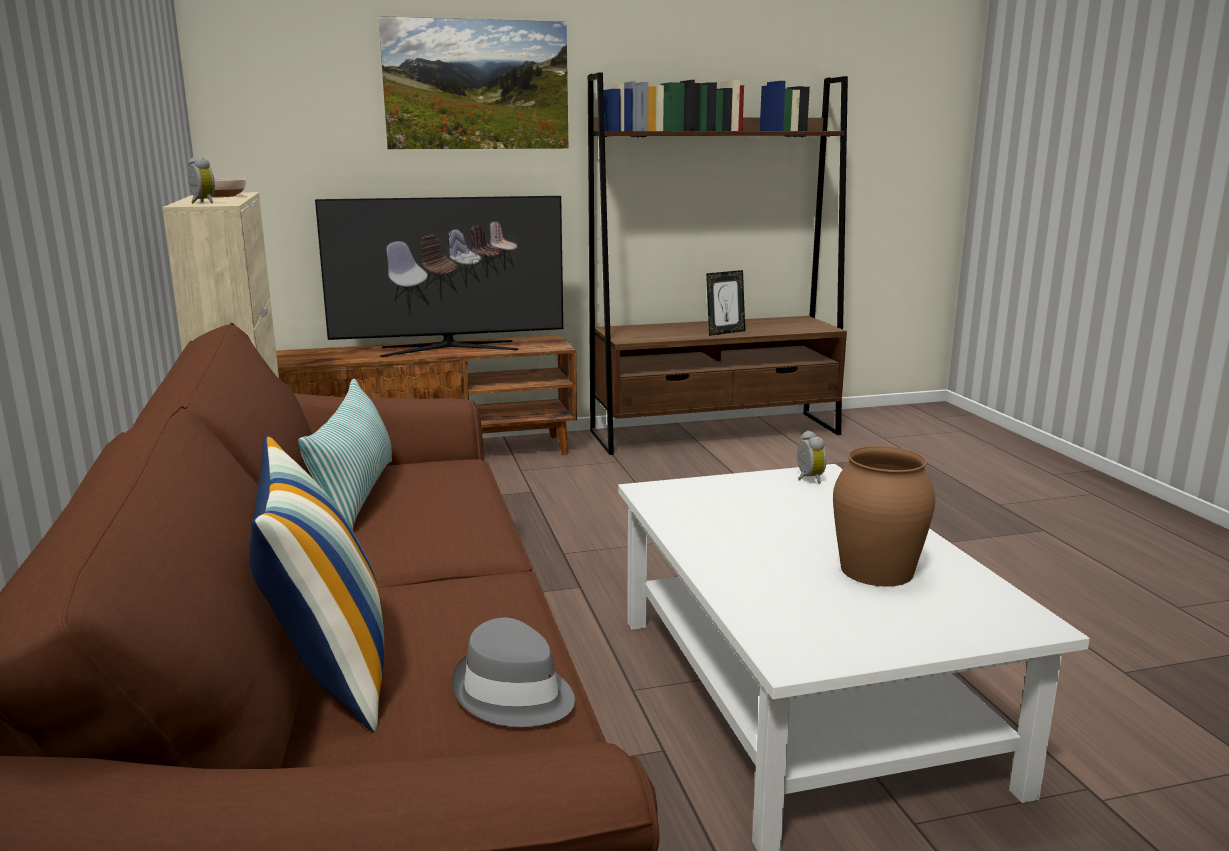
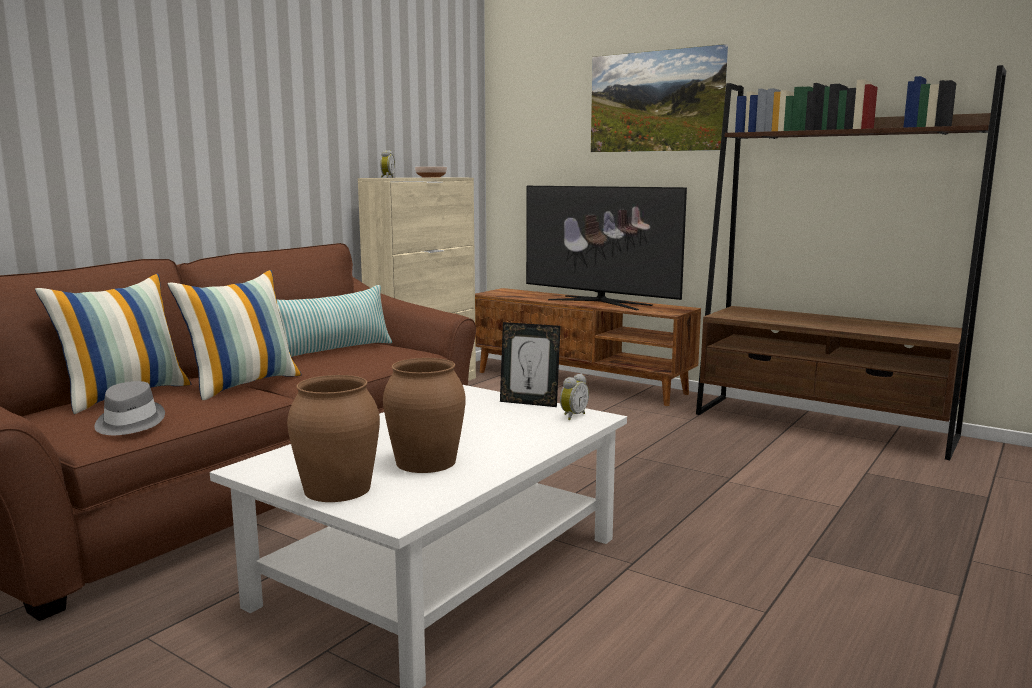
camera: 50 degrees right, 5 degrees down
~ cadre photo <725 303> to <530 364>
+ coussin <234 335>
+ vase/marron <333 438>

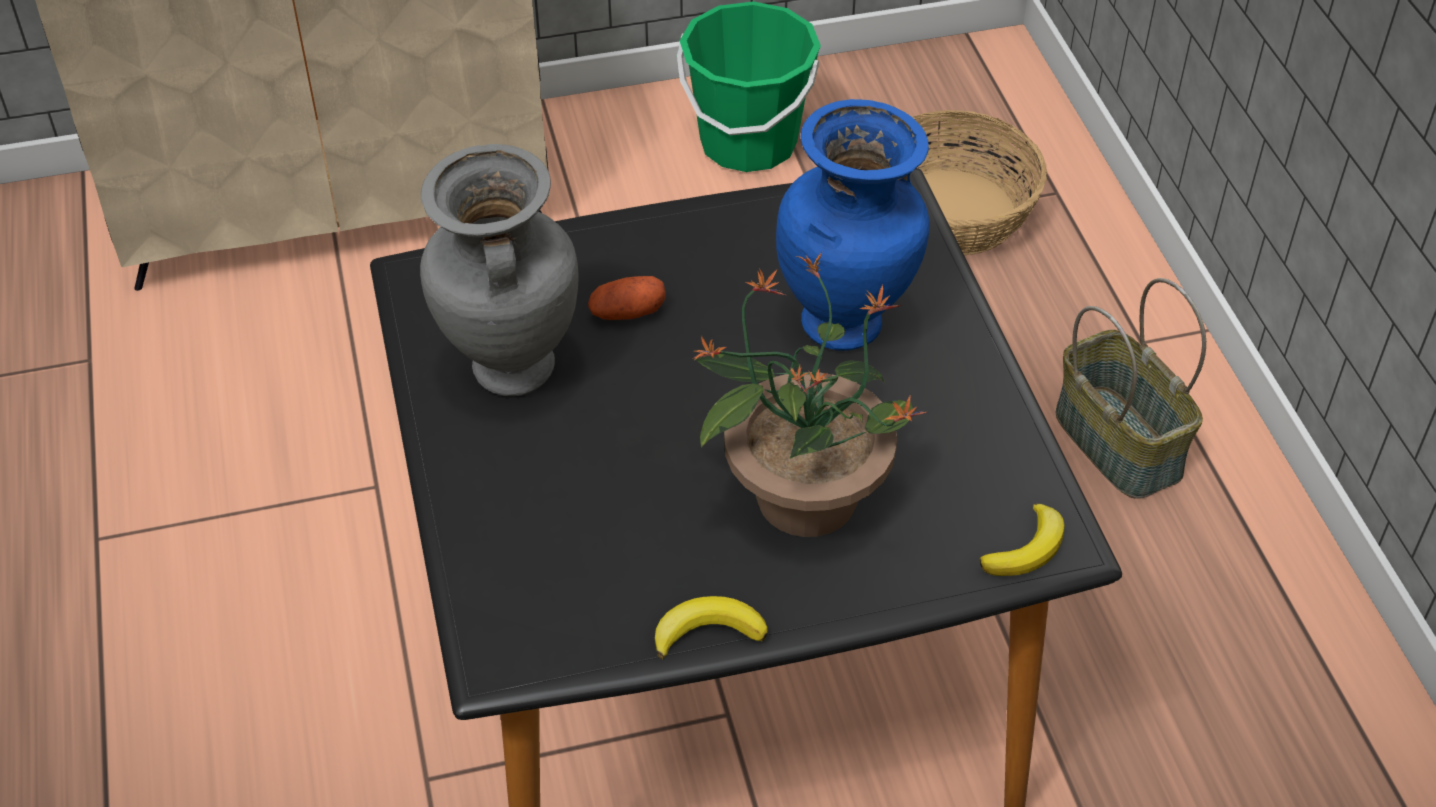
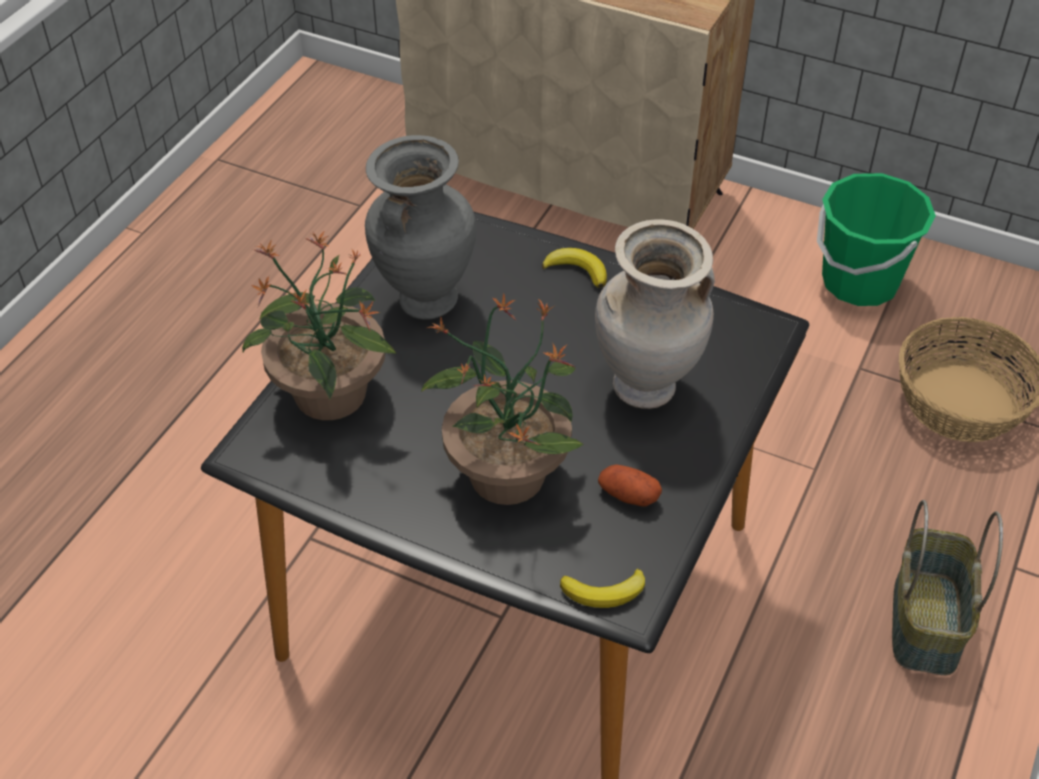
camera: 40 degrees right, 0 degrees up
~ pomme de terre <627 298> to <630 485>
~ banane <711 627> to <574 268>
~ vase/bleu <852 225> to vase/beige <655 314>
+ plante en pot <319 326>

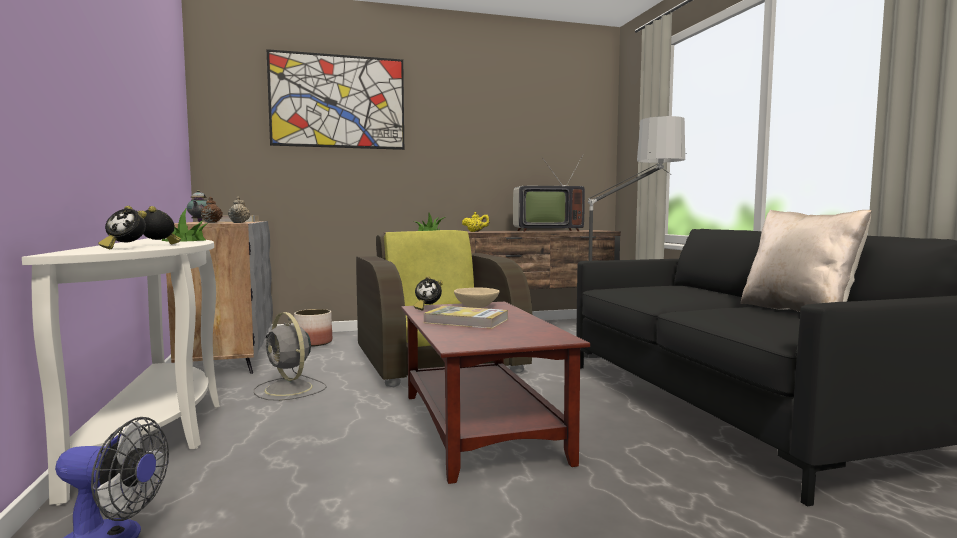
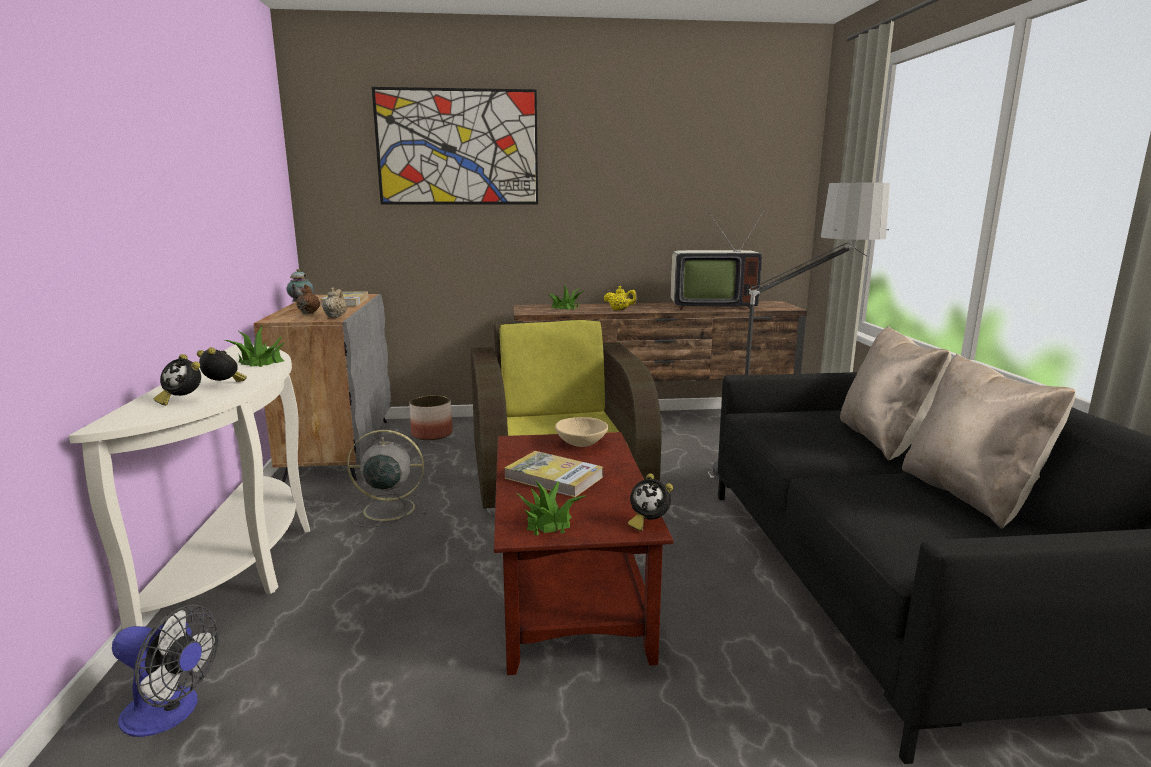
camera: 10 degrees right, 10 degrees up
~ ventilateur/gris <290 356> = <387 479> 120 degrees clockwise
~ réveil <428 293> to <650 502>
+ plante en pot <551 507>
+ coussin/beige <895 393>

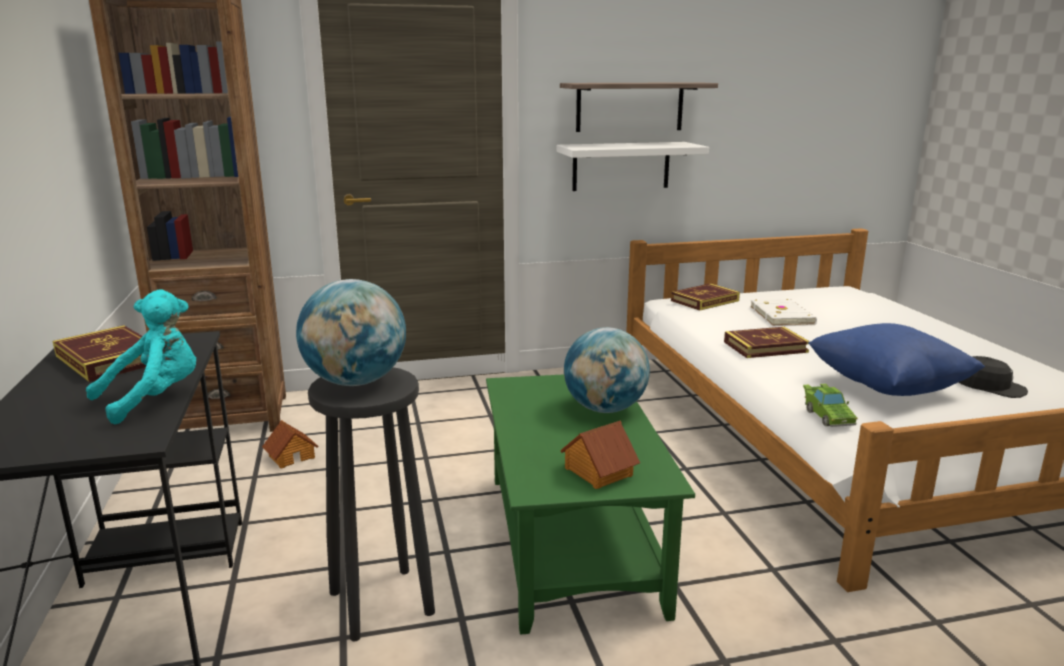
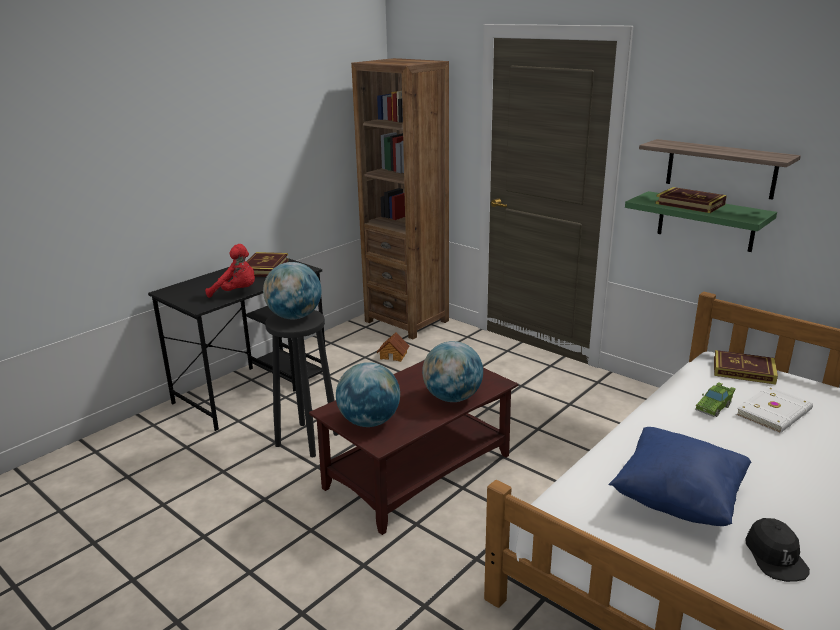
camera: 55 degrees right, 5 degrees up
~ peluche/turquoise <141 357> to peluche/rouge <230 271>
~ table basse/vert <590 504> to table basse/marron <413 448>
~ étagère/blanc <632 166> to étagère/vert <701 221>
~ maison miniature <600 454> to globe <368 394>
~ livre <767 342> to <691 200>
~ petite voiture/vert <830 405> to <715 399>

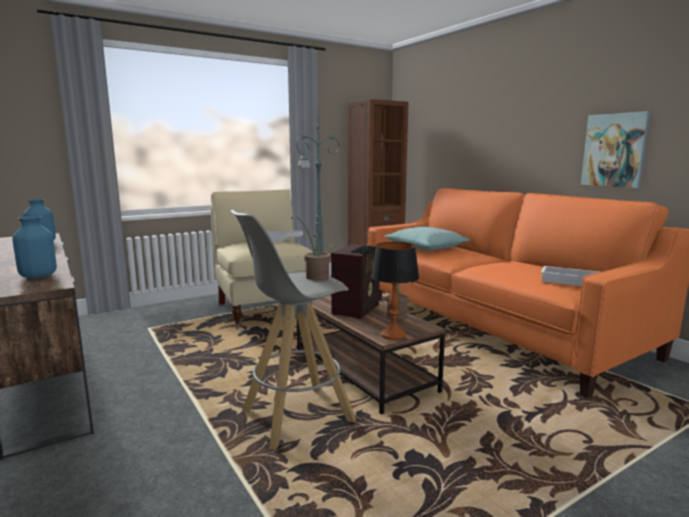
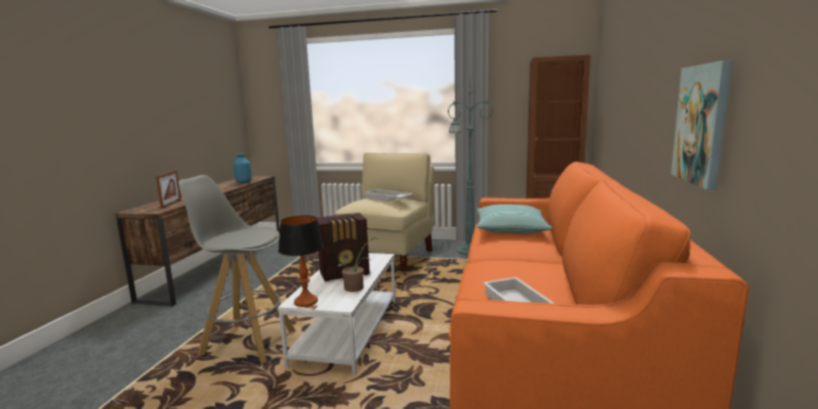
camera: 45 degrees right, 0 degrees up
~ vase/bleu <34 247> to cadre photo <168 189>
- plante en pot <313 248>
~ table basse/marron <371 355> to table basse/blanc <336 314>

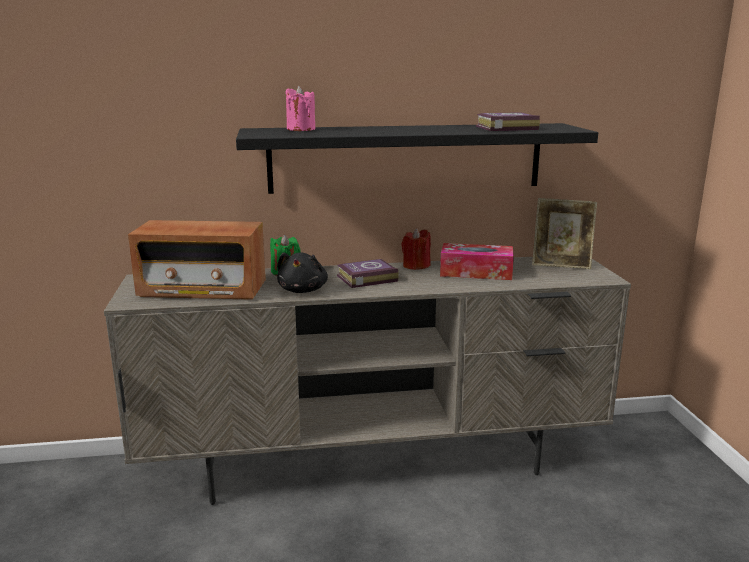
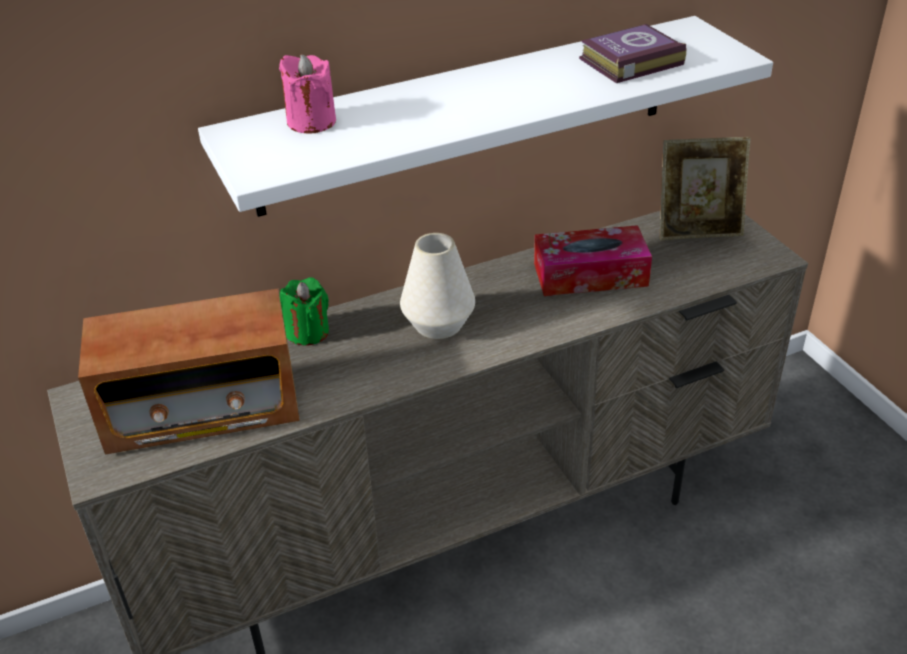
camera: 15 degrees left, 20 degrees up
~ étagère/noir <417 158> to étagère/blanc <485 116>
- peluche/noir <302 272>
~ livre <368 273> to vase/blanc <437 286>
- bougie/rouge <416 249>

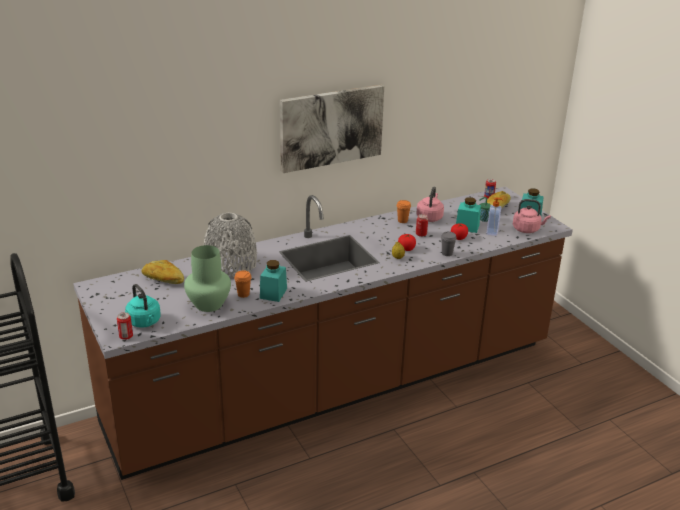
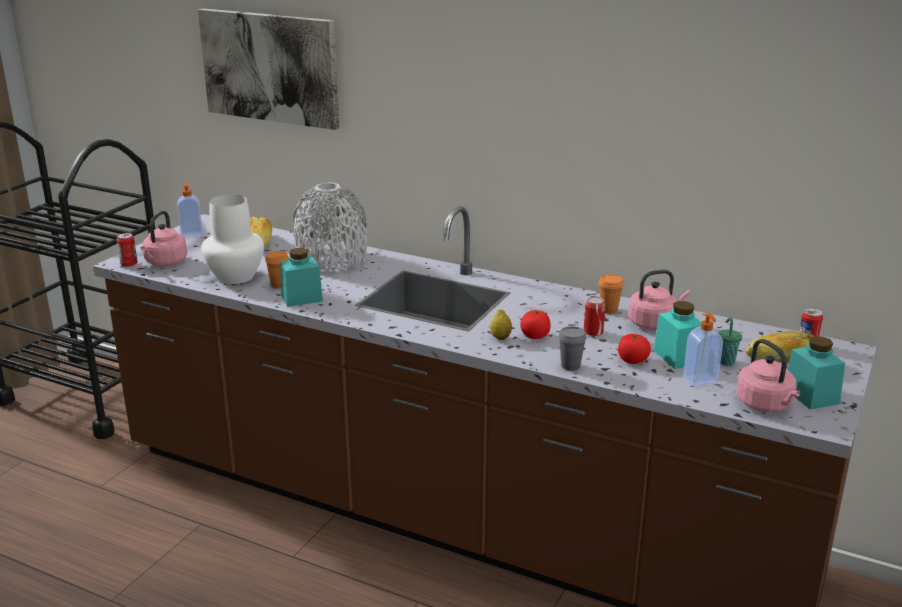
camera: 55 degrees right, 5 degrees down
~ bouilloire/turquoise <143 306> to bouilloire/rose <163 238>
~ vase/vert <207 278> to vase/blanc <232 239>
~ tableau <332 129> to <268 69>
+ distributeur de savon <190 210>

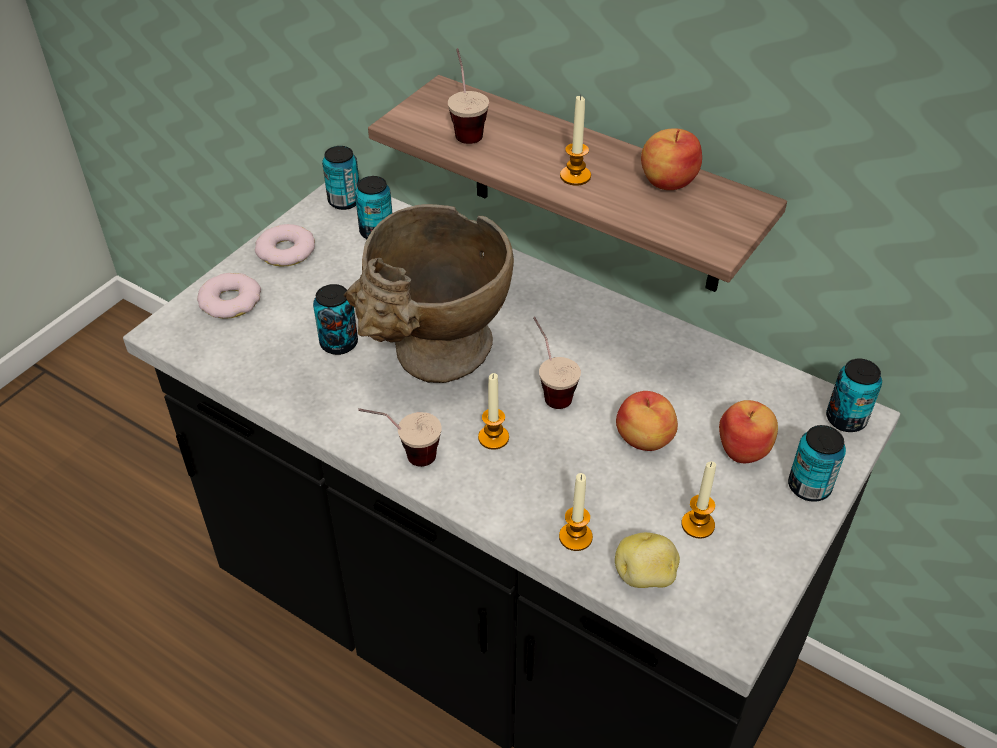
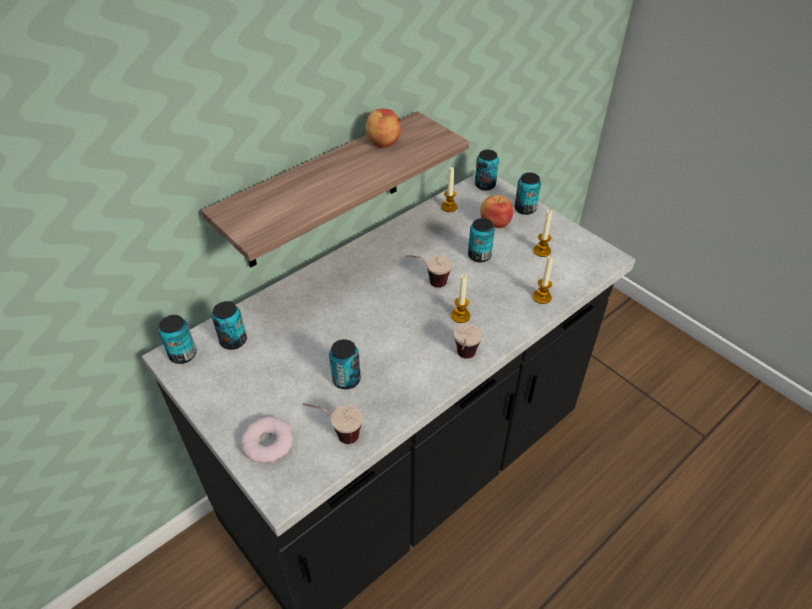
camera: 75 degrees left, 0 degrees up
- beignet <285 245>
- vase/beige <428 293>
~ tasse <468 96> to <332 423>
~ bougie <575 140> to <449 189>
- pomme de terre <647 560>
~ pomme <647 421> to boîte métallique <481 240>

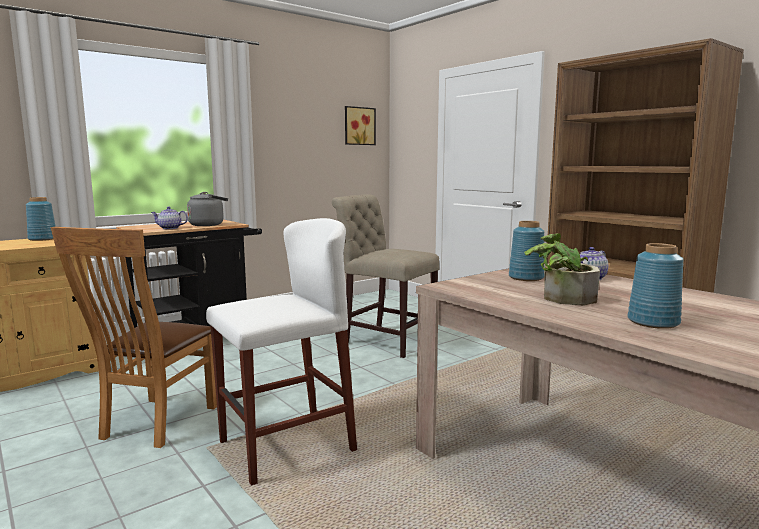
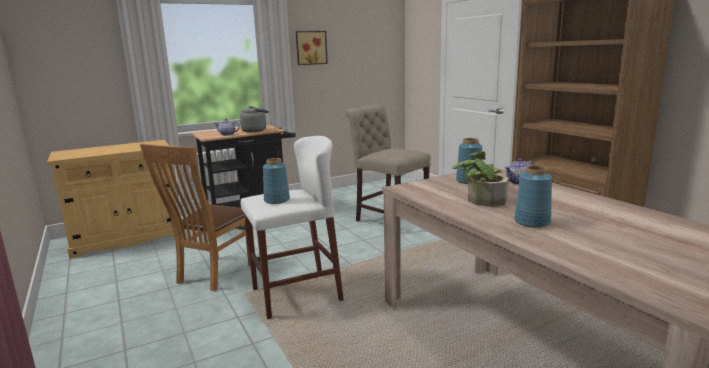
camera: 10 degrees right, 5 degrees up
~ vase/bleu <41 219> to <276 181>
~ tableau <360 125> to <312 48>

